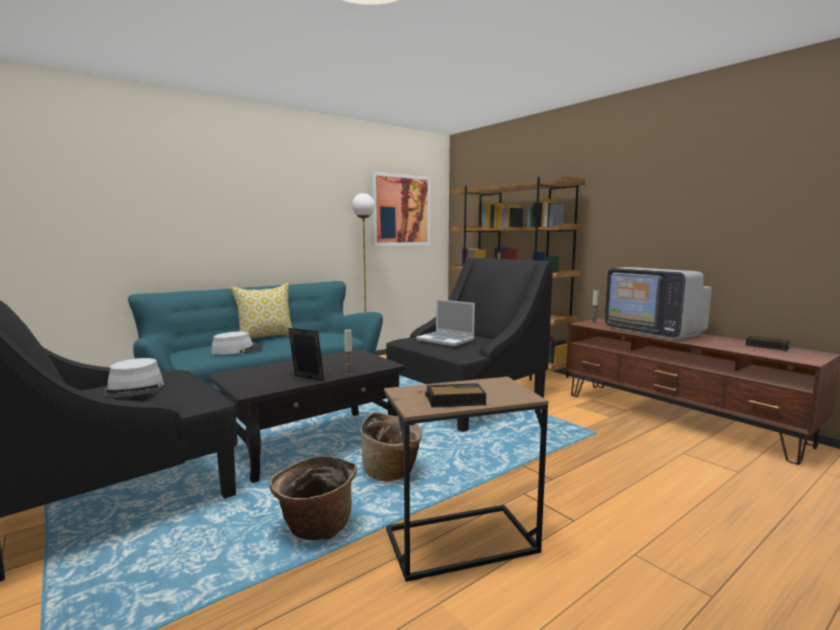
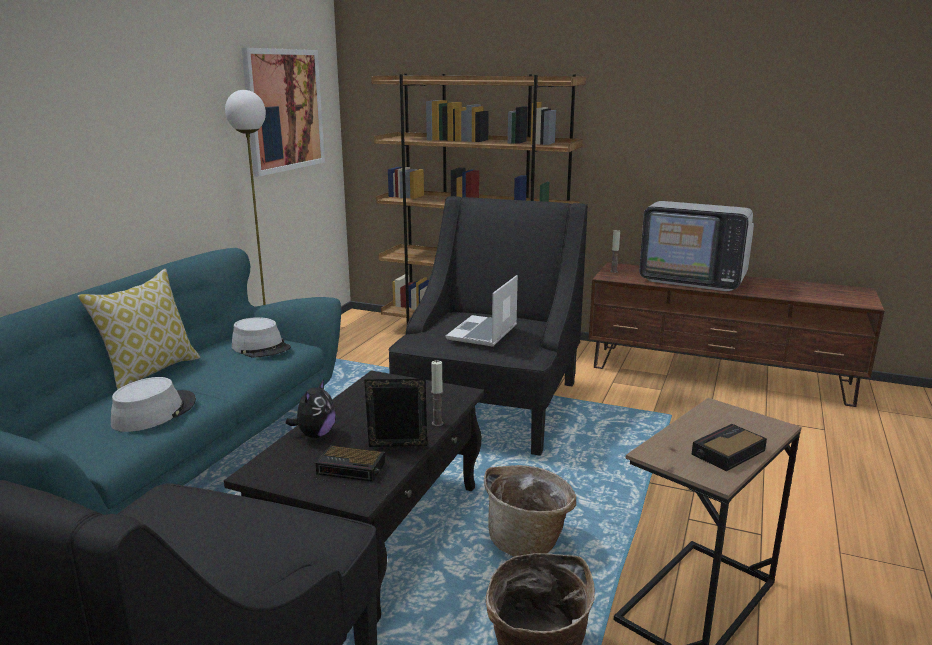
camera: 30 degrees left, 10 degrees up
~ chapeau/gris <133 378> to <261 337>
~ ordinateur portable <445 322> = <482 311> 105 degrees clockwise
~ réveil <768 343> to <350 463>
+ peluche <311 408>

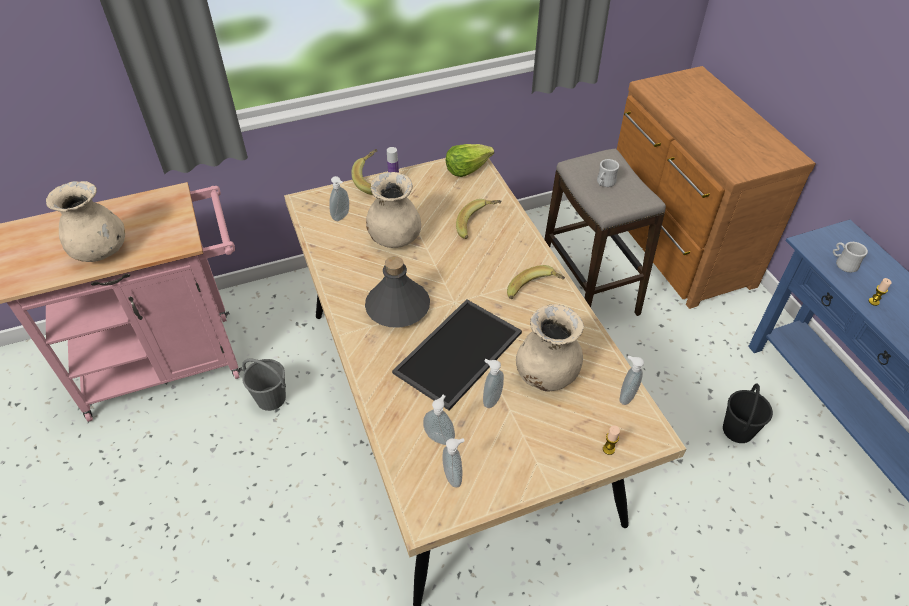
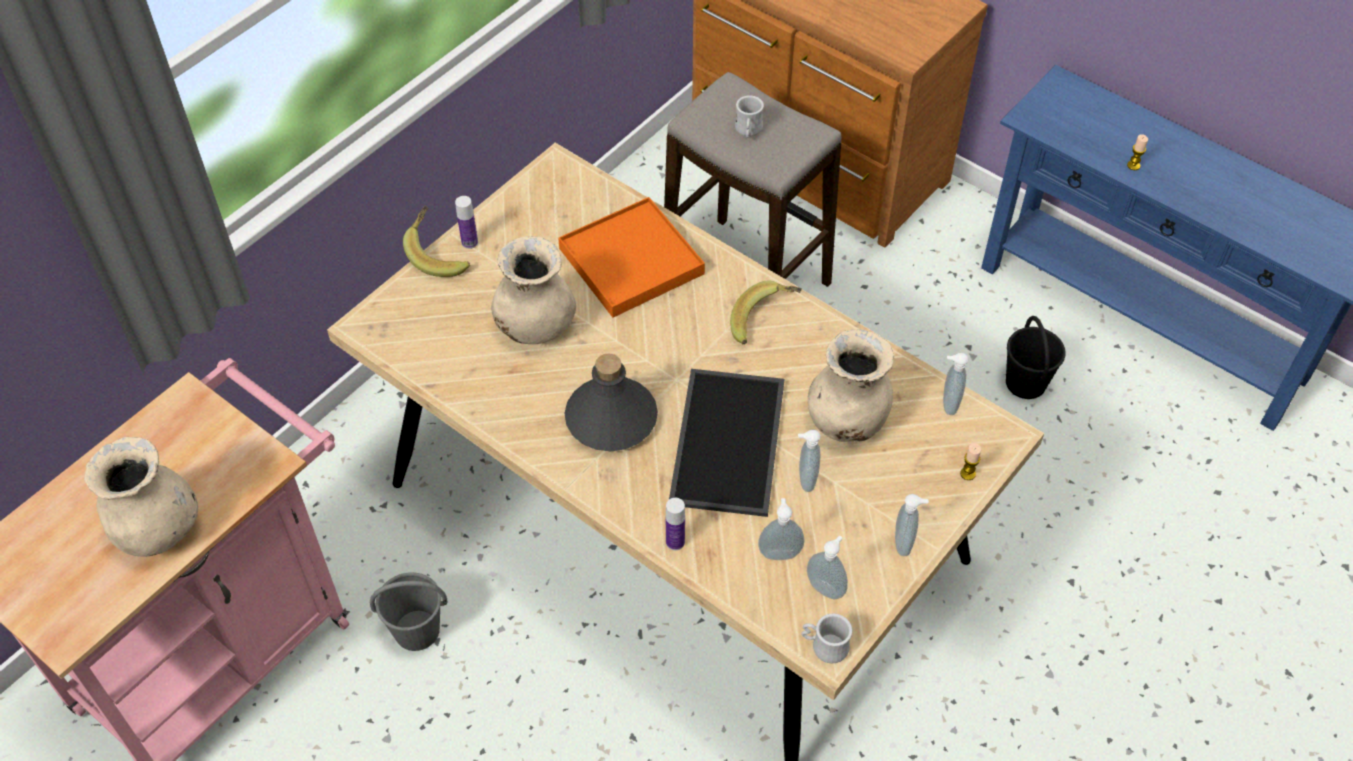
camera: 30 degrees left, 5 degrees up
~ distributeur de savon <339 198> to <912 525>
- laitue <470 160>
~ banane <478 219> to plateau/orange <631 257>
~ mug/blanc <850 257> to <826 638>
+ bouteille <675 524>

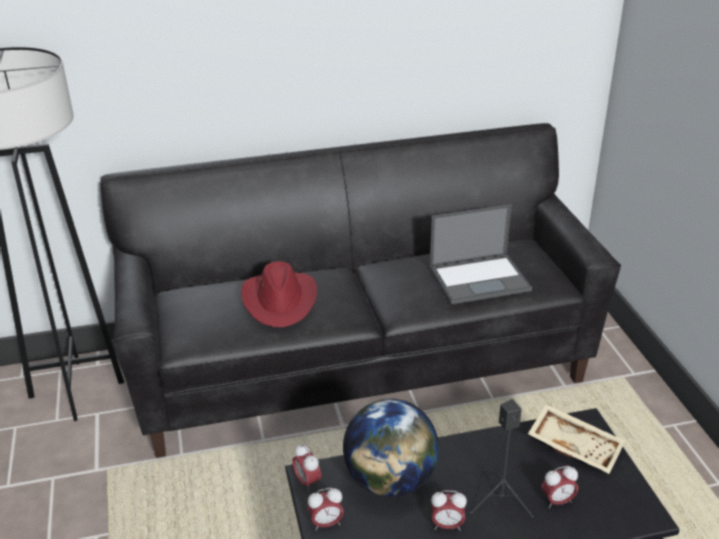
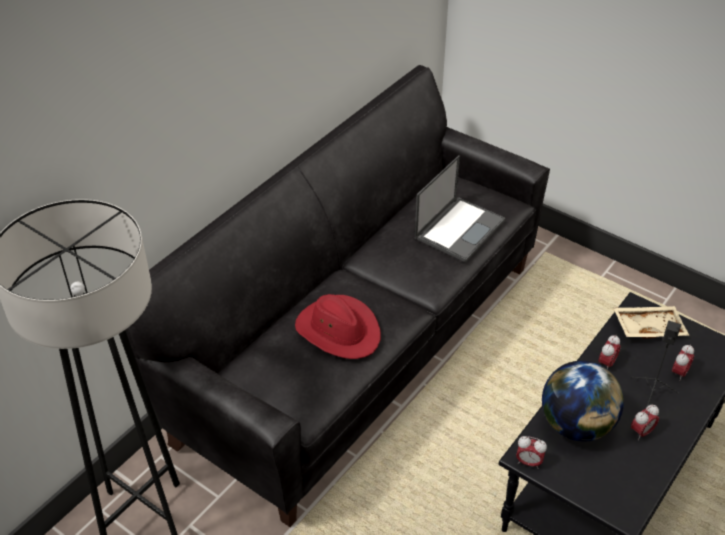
camera: 40 degrees left, 10 degrees up
~ réveil <326 509> to <609 352>

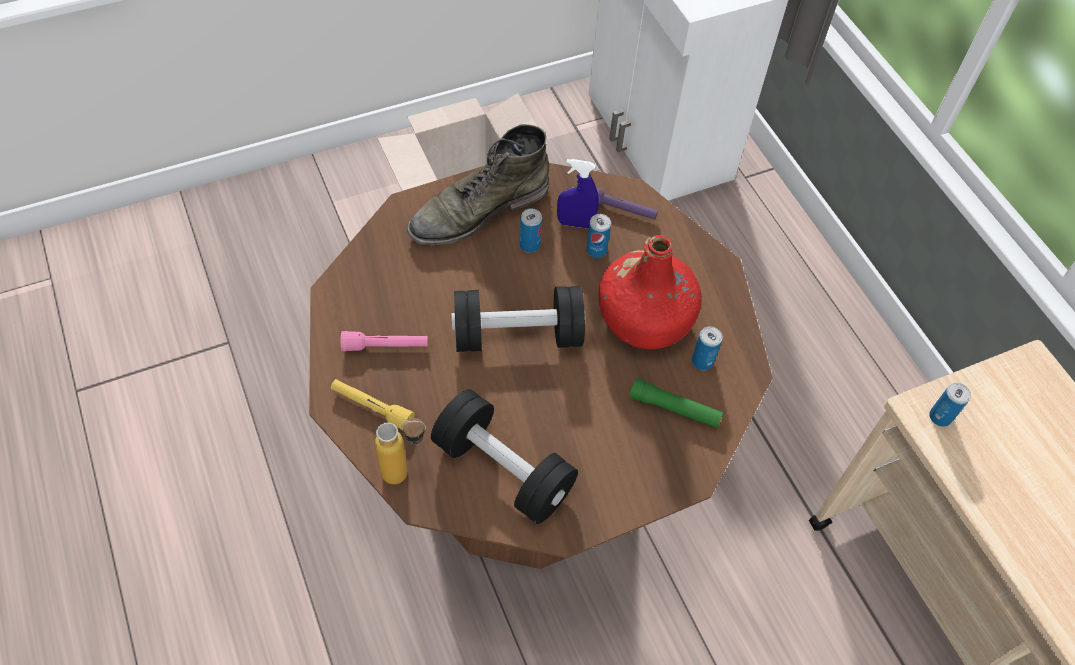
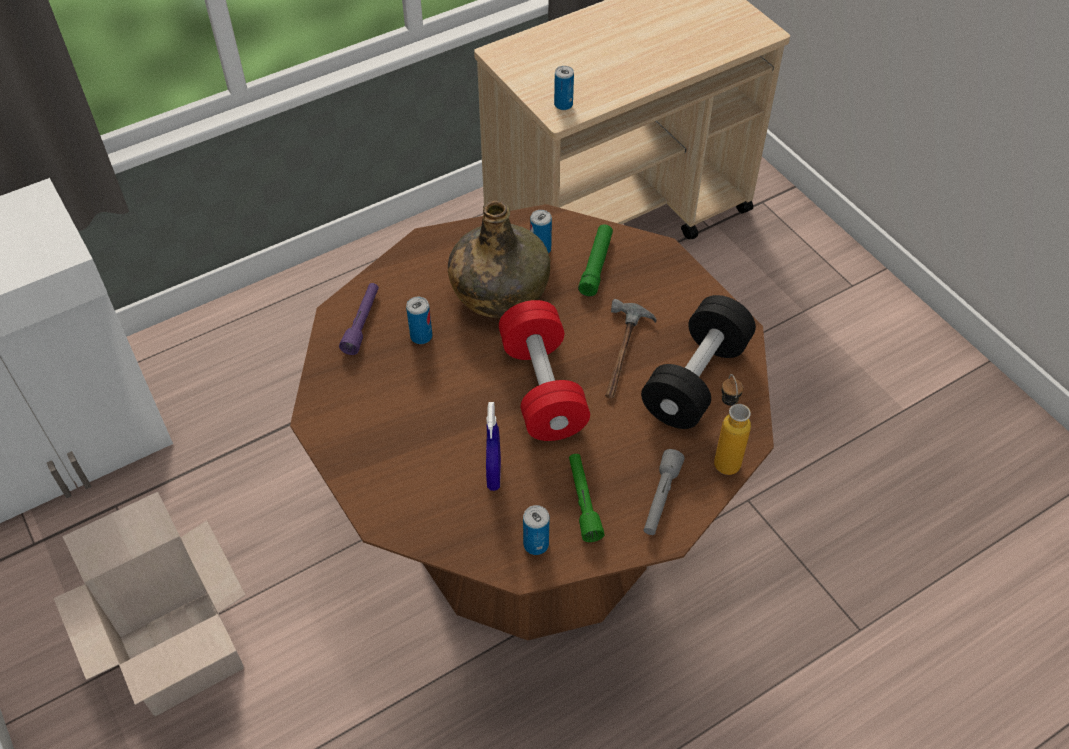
camera: 95 degrees left, 5 degrees down
~ lampe de poche/jaune <373 404> to lampe de poche/gris <664 492>
~ lampe de poche/rose <384 341> to lampe de poche/vert <587 498>
- botte/vert <478 185>
~ haltère/noir <518 319> to haltère/rouge <544 370>
~ boîte métallique <531 231> to <536 530>
~ vaporisateur/bleu <578 194> to <493 446>
~ bouteille/rouge <650 292> to bouteille/vert <499 259>
+ marteau <630 349>

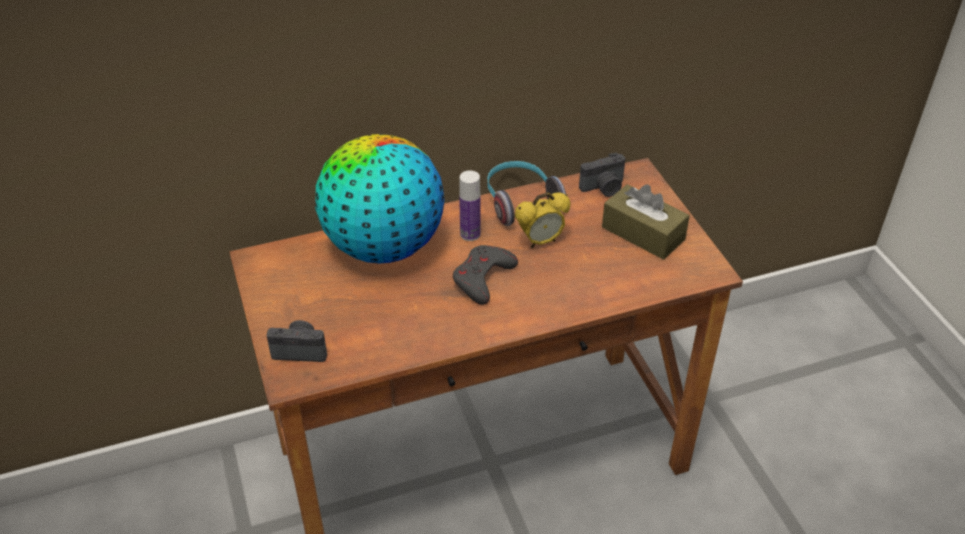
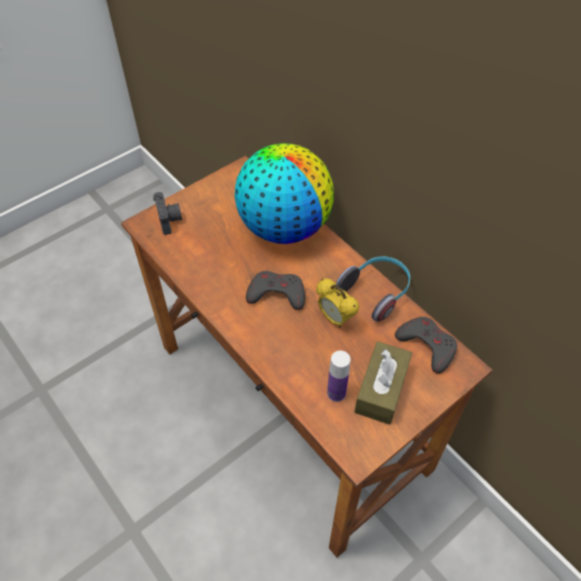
camera: 70 degrees right, 10 degrees up
~ bouteille <470 205> to <339 376>
~ appareil photo <602 175> to manette/gris <426 345>

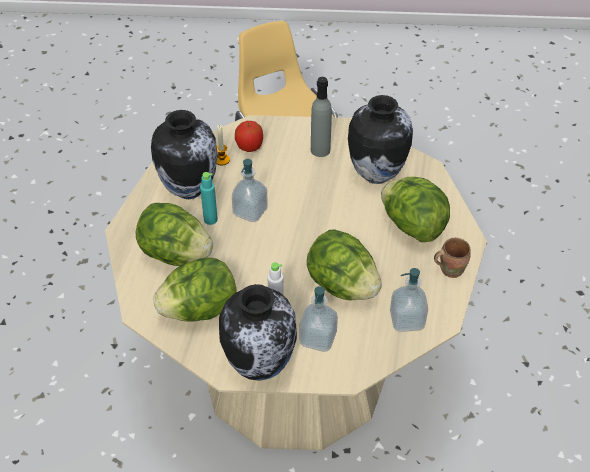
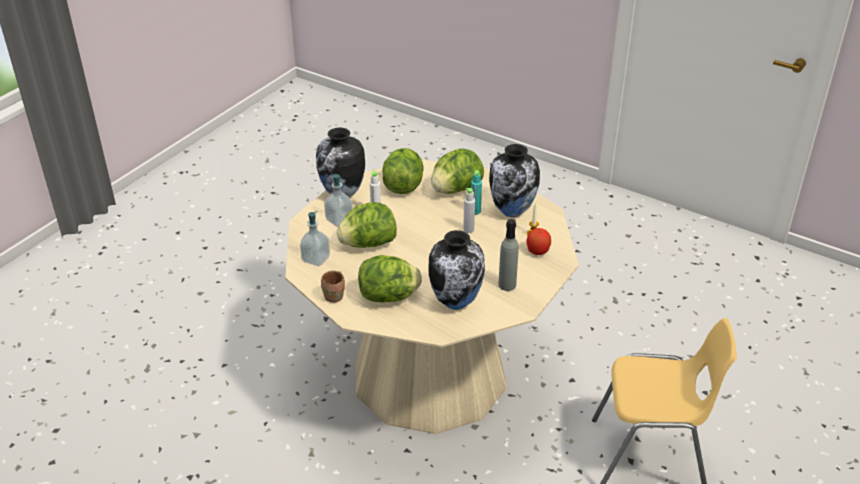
camera: 120 degrees right, 10 degrees down
~ distributeur de savon <250 190> to bouteille/gris <469 210>

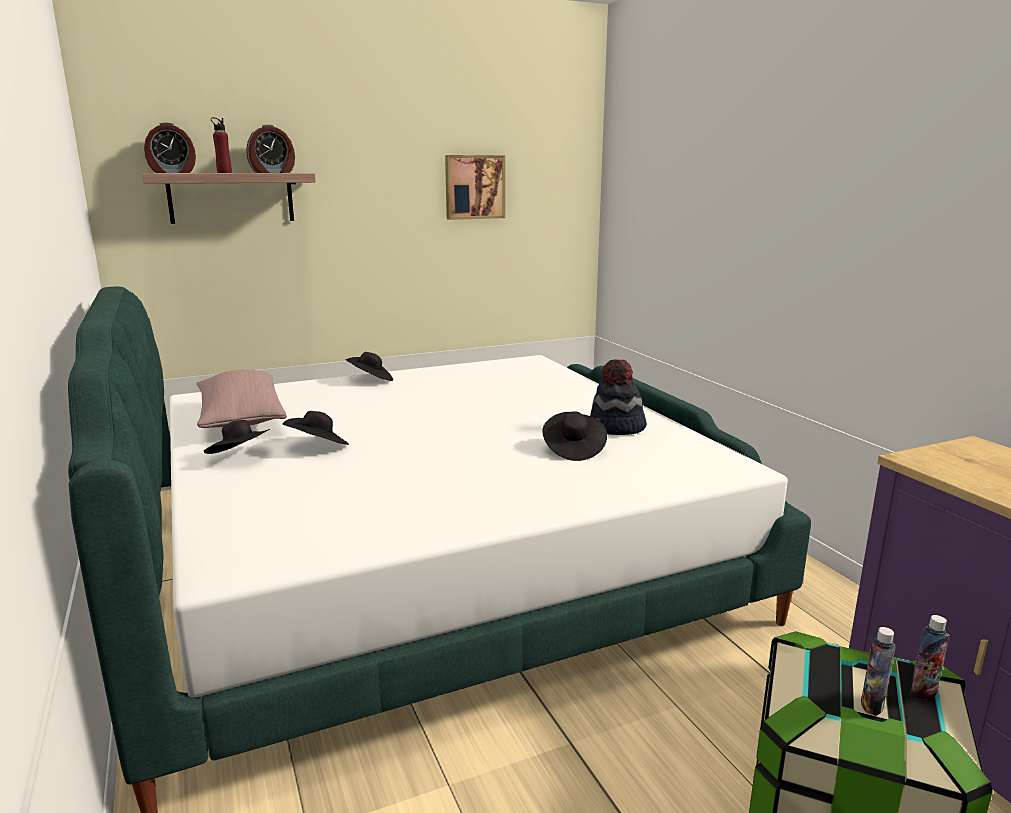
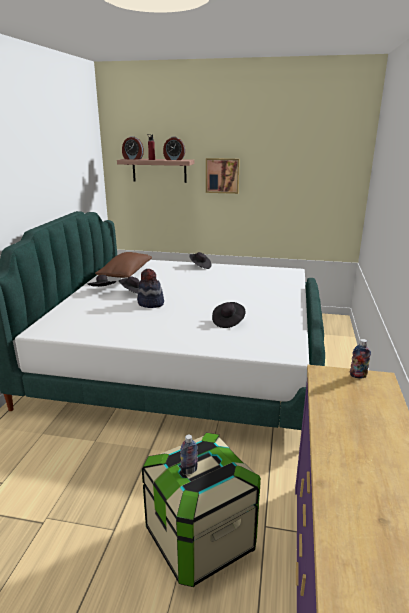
camera: 35 degrees right, 5 degrees up
~ coussin/rose <242 398> to coussin/marron <123 265>
~ tableau <475 187> to <223 176>
~ chapeau <618 397> to <150 288>
~ bouteille <930 657> to <360 358>

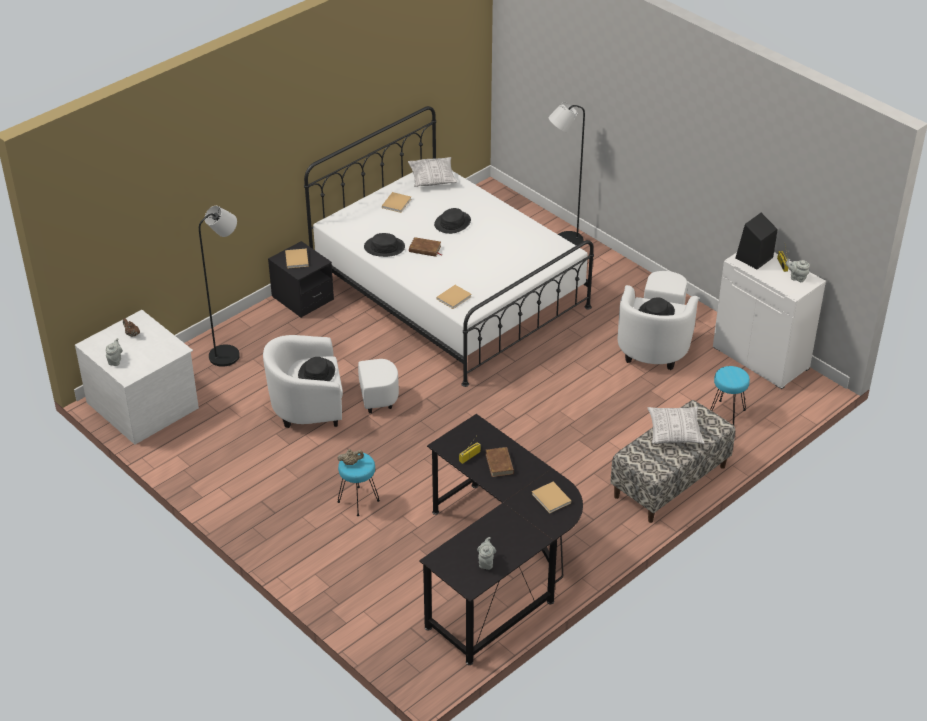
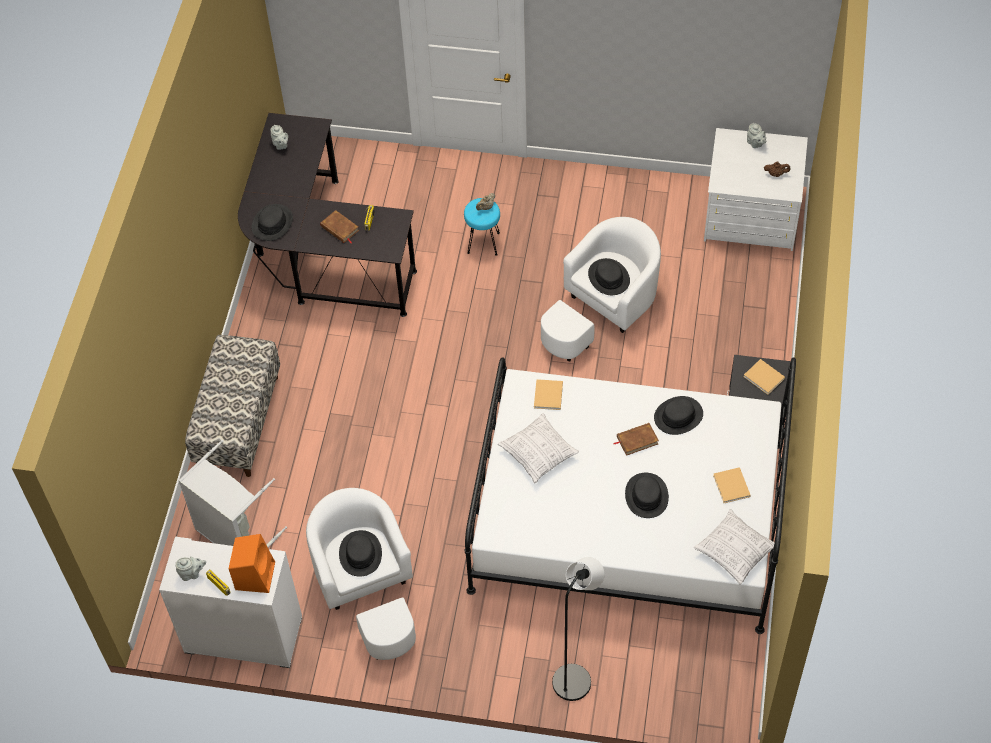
camera: 145 degrees right, 15 degrees up
- lampadaire/noir <219 286>
~ livre/beige <551 497> to chapeau/noir <272 222>
~ coussin <676 425> to <538 448>
~ tabouret/turquoise <730 396> to panier à linge/gris <232 494>
~ enceinte/noir <757 241> to enceinte/orange <252 563>

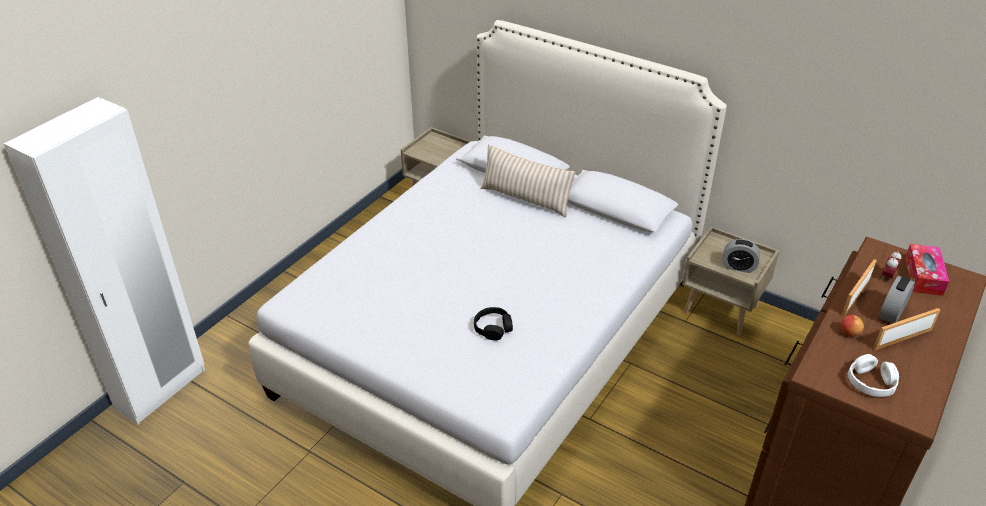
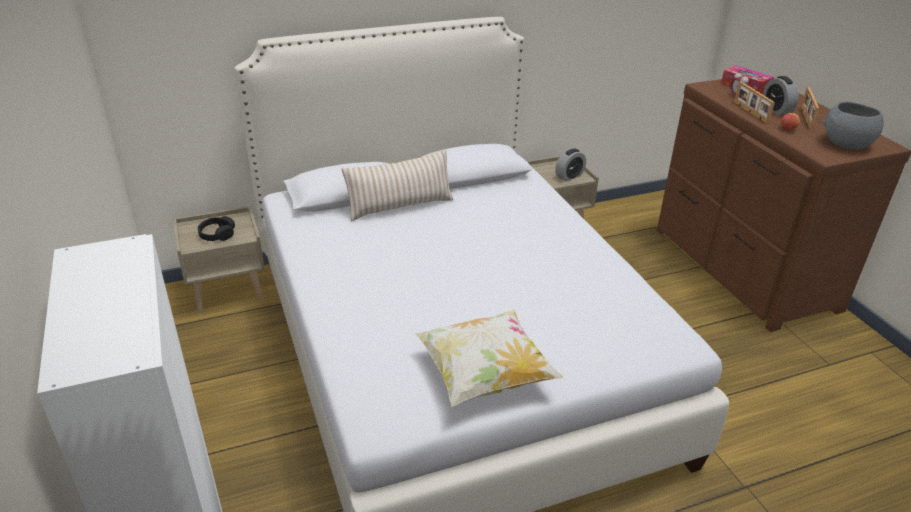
camera: 55 degrees left, 5 degrees down
~ casque audio/noir <493 323> to <216 228>
~ casque audio/blanc <873 375> to bol/gris <853 125>
+ coussin <489 358>

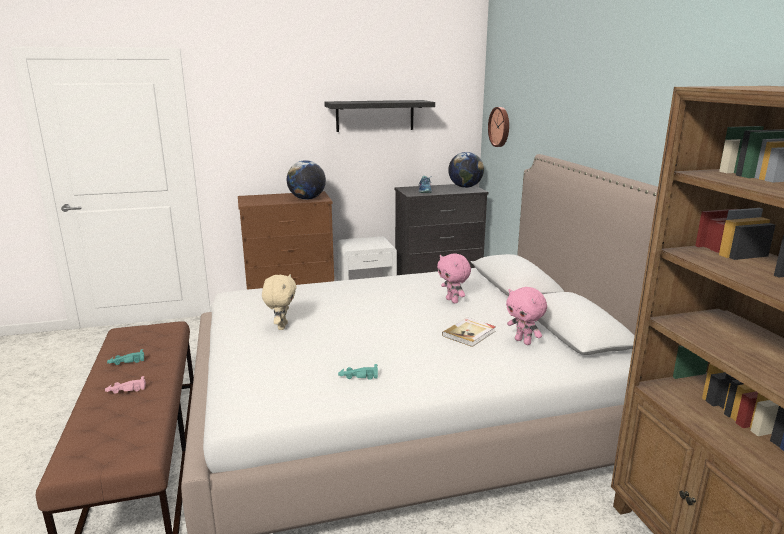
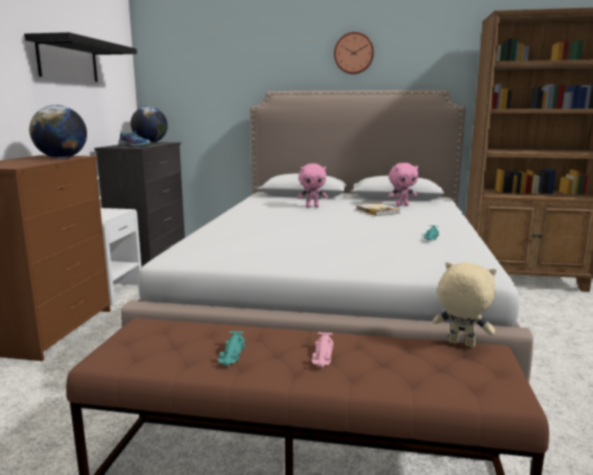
camera: 65 degrees left, 5 degrees down
~ peluche/beige <279 302> to <465 304>
~ horloge murale <498 127> to <354 53>

